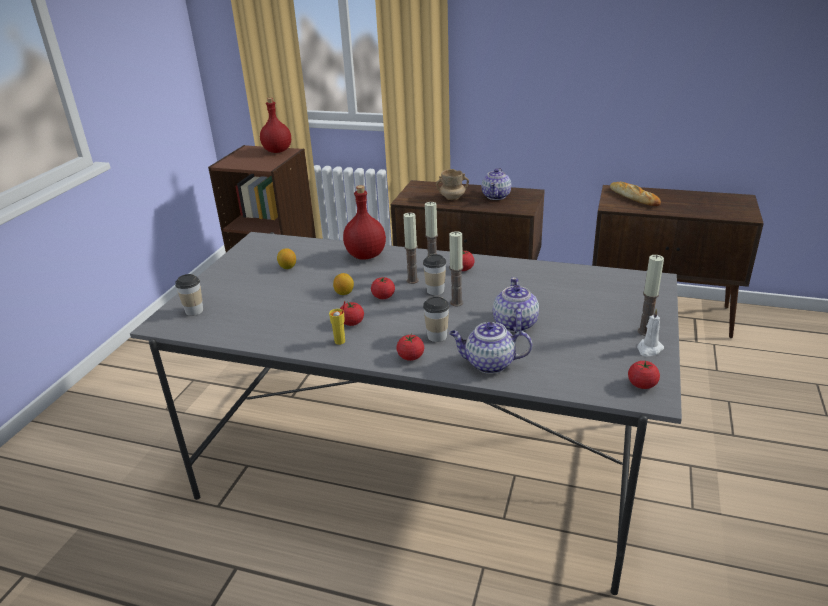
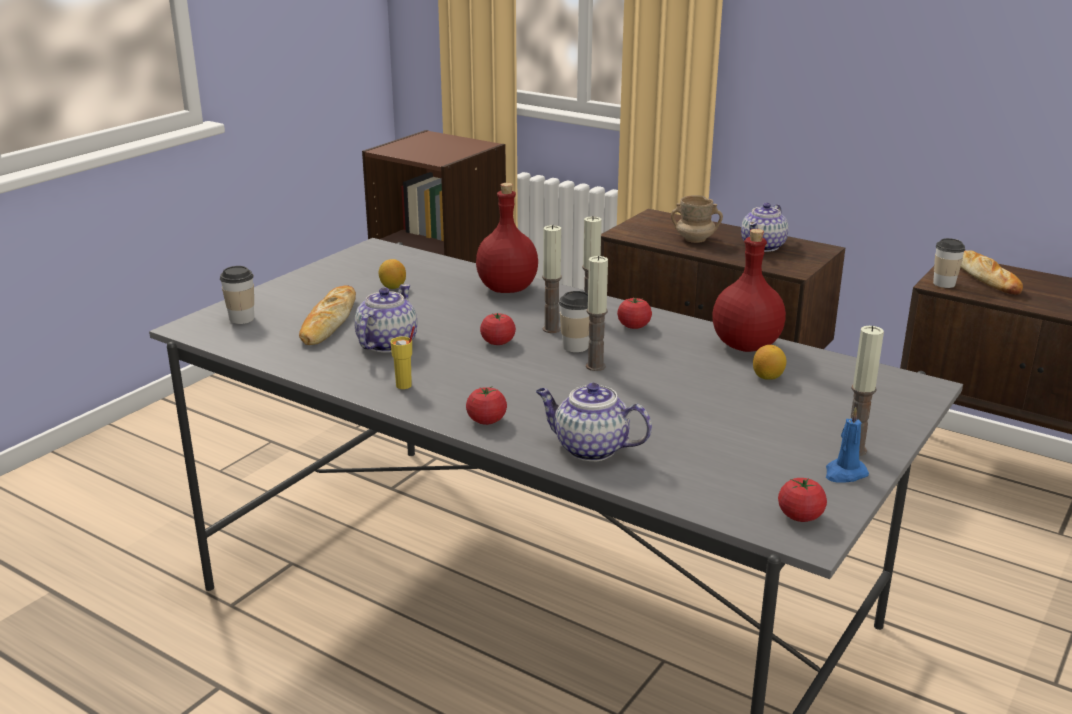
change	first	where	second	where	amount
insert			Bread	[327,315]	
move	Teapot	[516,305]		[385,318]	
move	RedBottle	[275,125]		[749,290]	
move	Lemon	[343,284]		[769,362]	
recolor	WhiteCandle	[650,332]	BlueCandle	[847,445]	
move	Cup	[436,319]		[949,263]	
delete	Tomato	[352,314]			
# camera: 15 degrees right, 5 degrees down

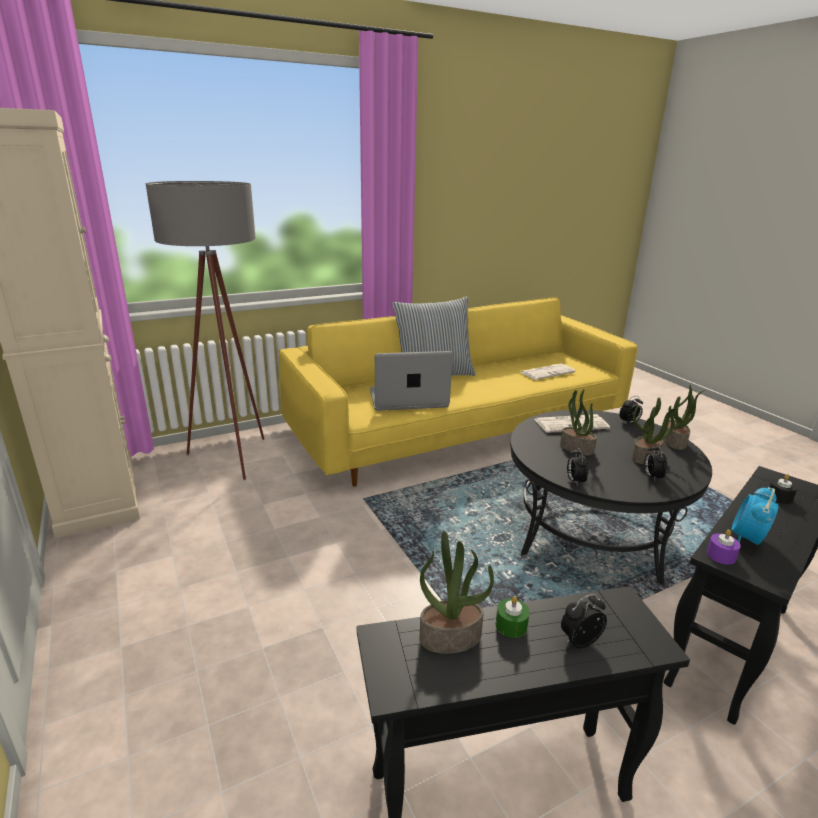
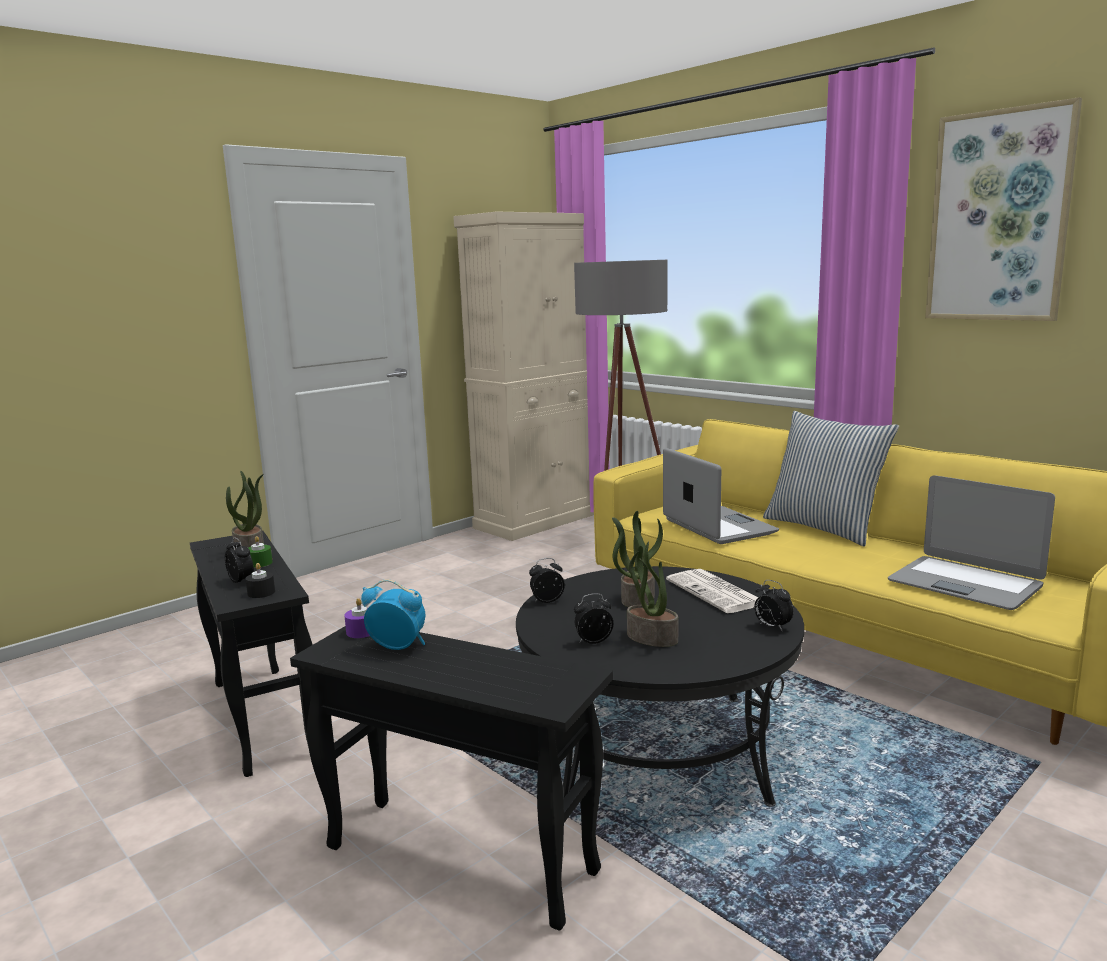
change	first	where	second	where	amount
move	BlackCandle	[783,489]		[260,580]	
replace	Newspaper	[548,372]	Laptop	[971,542]	
insert			Picture	[1003,209]	
delete	PottedPlant	[684,417]			
# camera: 75 degrees right, 10 degrees down

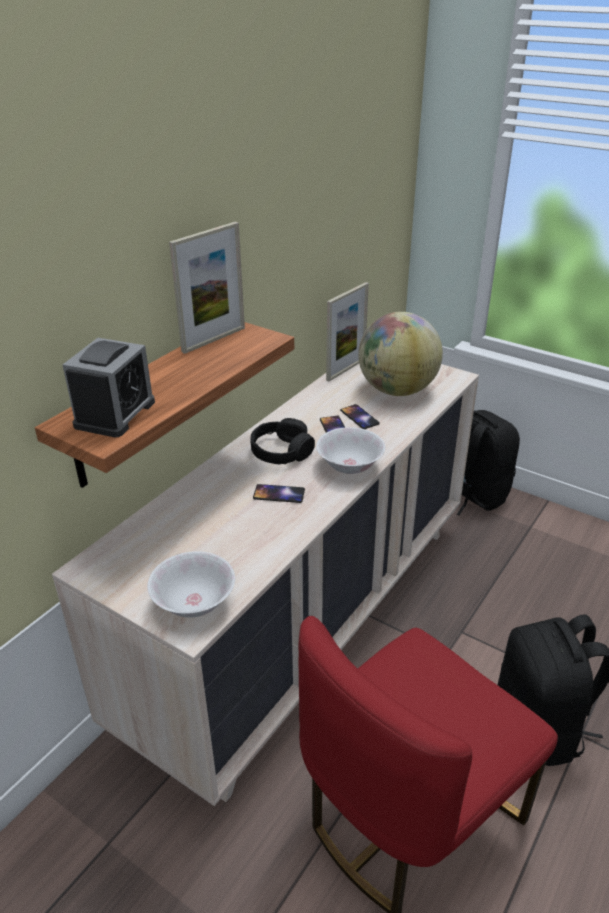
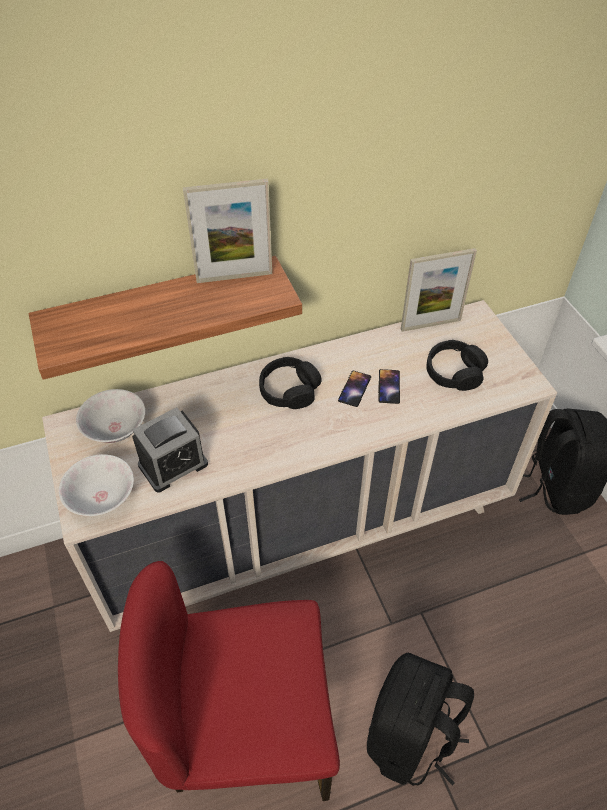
change	first	where	second	where	amount
move	WhiteBowl	[350,450]		[110,416]	
move	AlarmClock	[109,388]		[170,449]	
replace	Globe	[400,354]	BlackHeadphones	[457,365]	
delete	Phone	[279,493]			
# camera: 35 degrees right, 15 degrees up

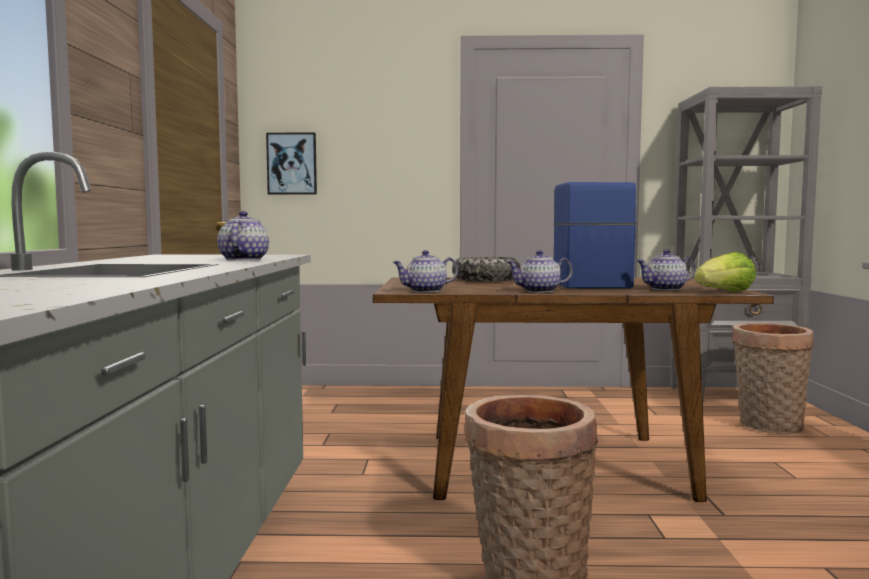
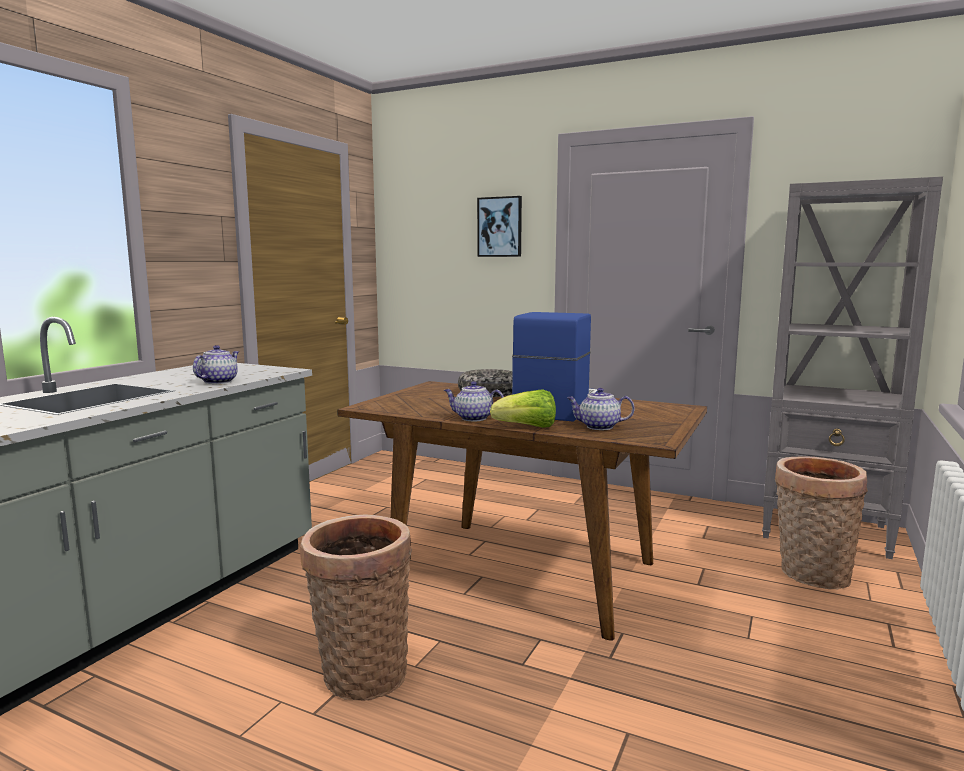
change	first	where	second	where	amount
move	Picture	[291,164]		[499,226]	
move	Lettuce	[725,272]		[523,408]	
delete	Teapot	[425,271]			
# camera: 25 degrees right, 5 degrees up

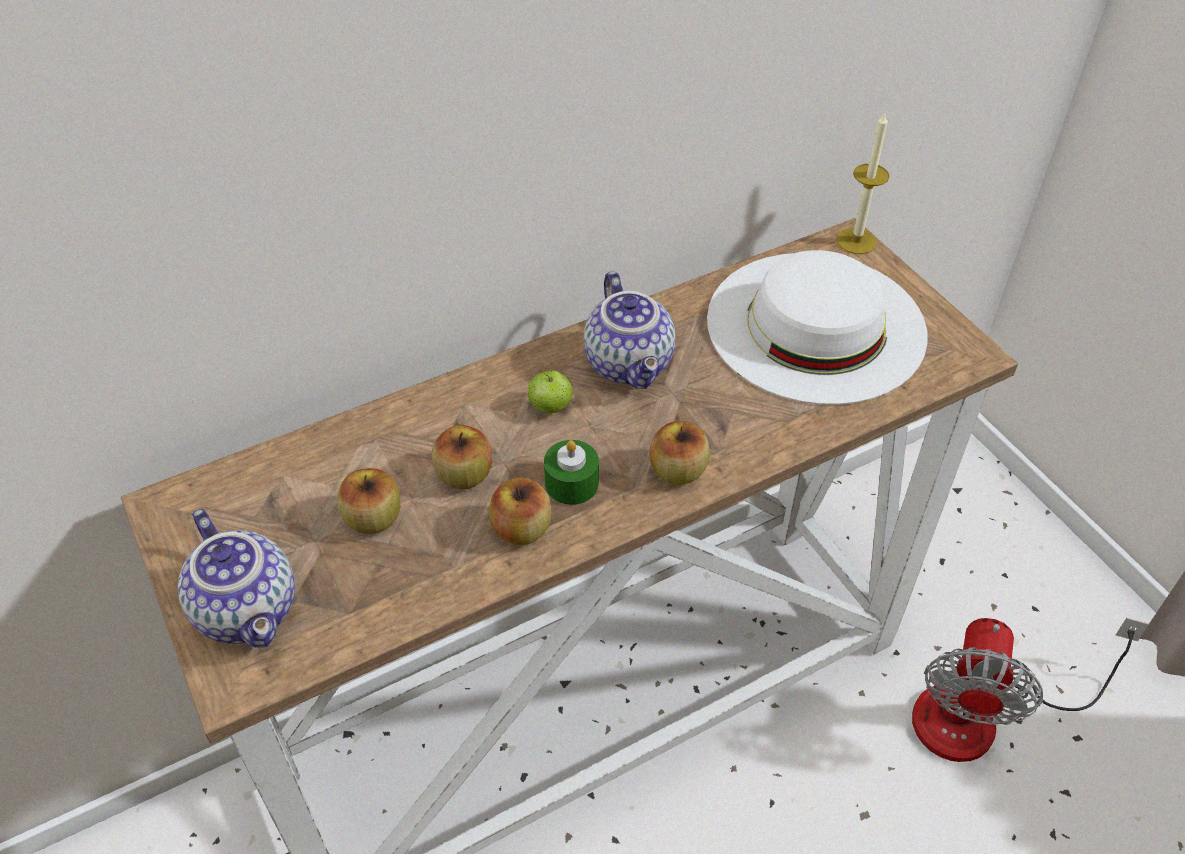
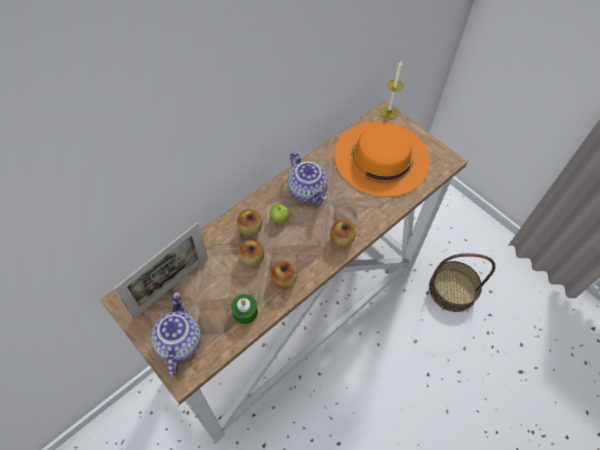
change	first	where	second	where	amount
insert			PictureFrame	[160,270]	
rotate	Teapot	[236,578]		[176,334]	135 degrees counterclockwise
move	GreenCandle	[571,472]		[244,309]	
move	Apple	[369,501]		[249,222]	
recolor	WhiteHat	[817,327]	OrangeHat	[382,159]	
replace	Fan	[1030,690]	Basket	[462,282]	
# camera: 15 degrees left, 10 degrees up

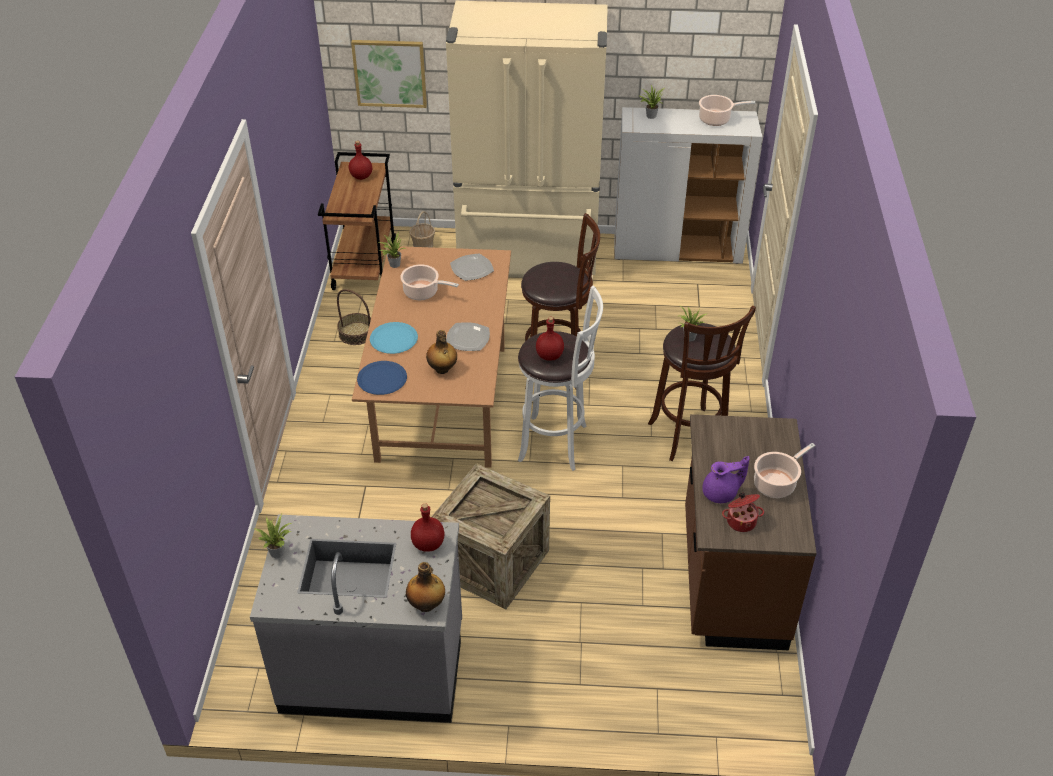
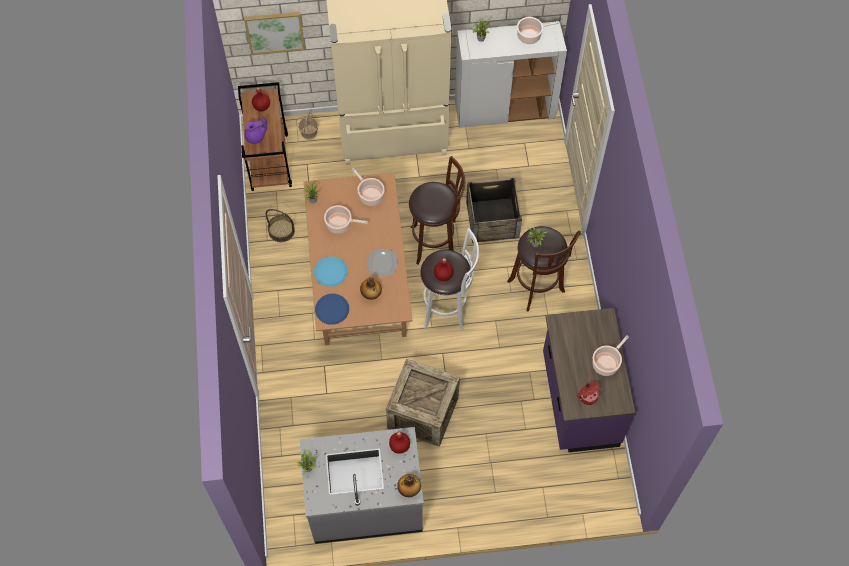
change	first	where	second	where	amount
move	PurpleTeapot	[726,479]		[255,130]	
replace	Plate	[472,267]	CookingPot	[368,187]	
insert			Crate	[494,210]	
recolor	BrownCounter	[751,532]	PurpleCounter	[589,380]	
# camera: 10 degrees left, 20 degrees up

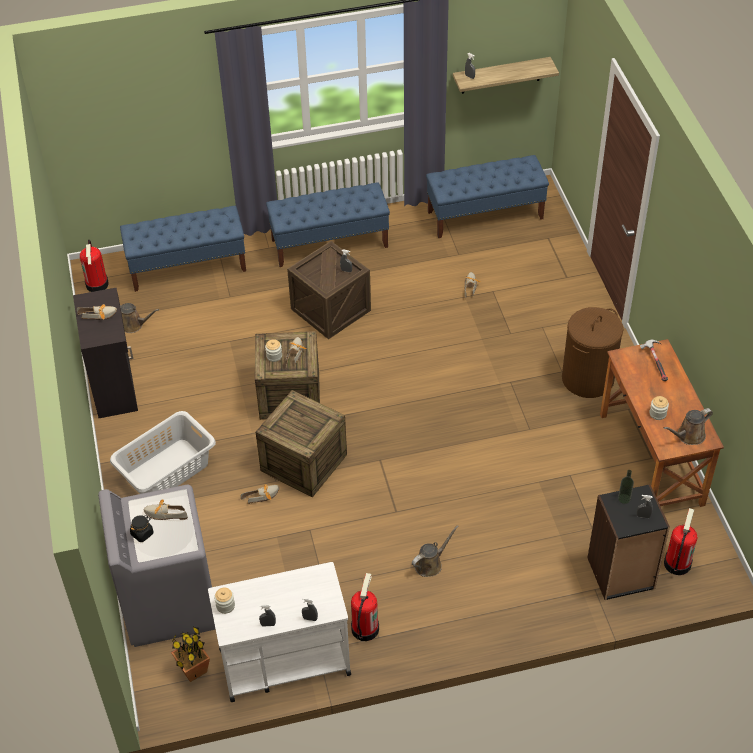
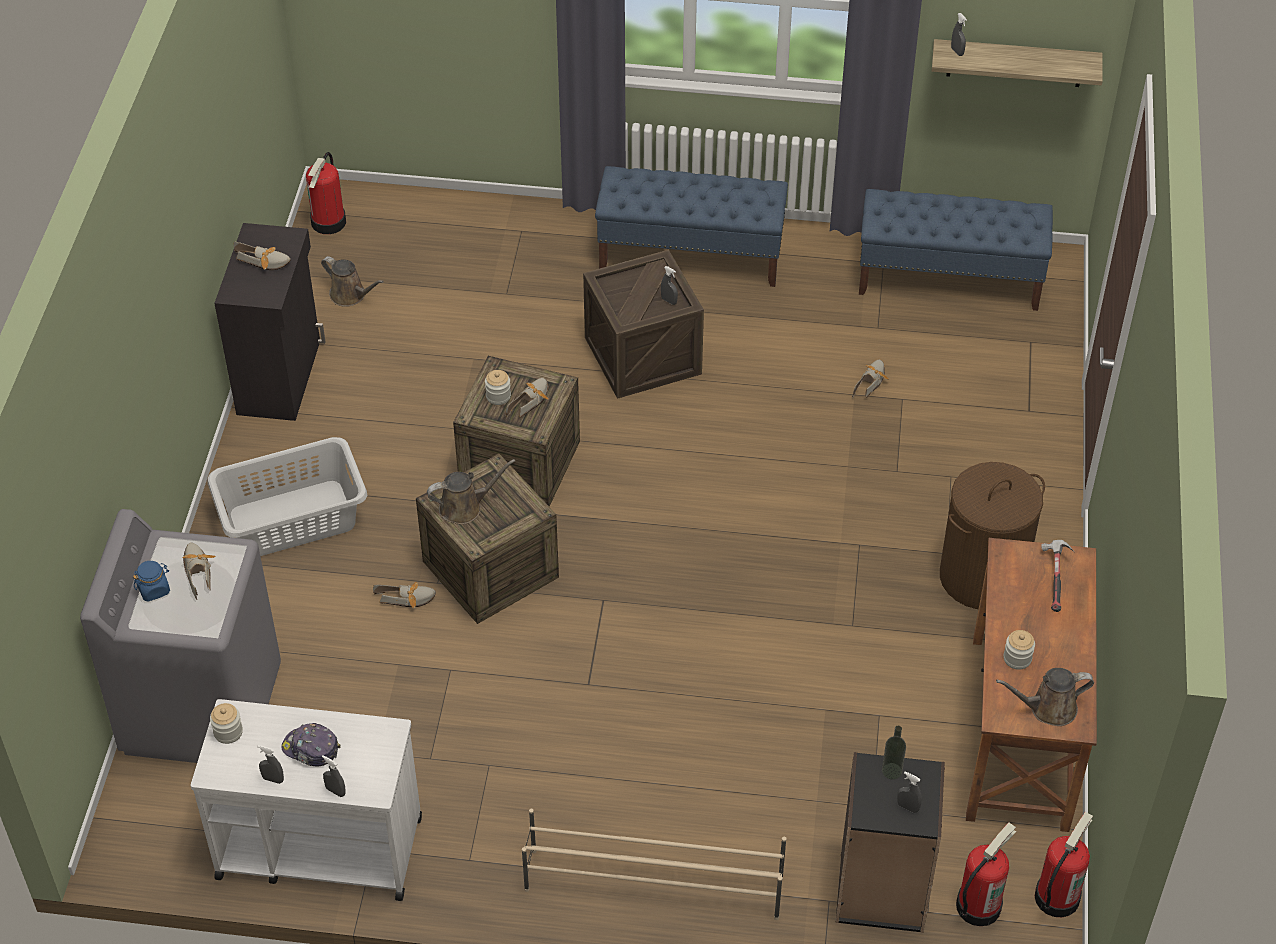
change	first	where	second	where	amount
recolor	BlackJar	[141,528]	BlueJar	[151,581]	
rotate	Shoe	[166,509]		[199,572]	45 degrees clockwise
insert			Cap	[311,745]	
move	BrownWateringCan	[435,551]		[471,491]	
insert			BeigeShoeRack	[654,864]	
move	FireExtinguisher	[365,607]		[1064,864]	
delete	BlueBench	[183,249]			
delete	PottedPlant	[190,654]			
# camera: 20 degrees right, 0 degrees up

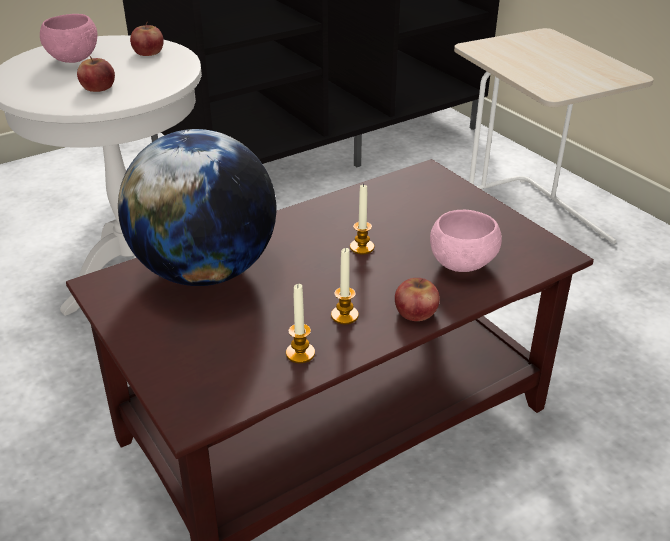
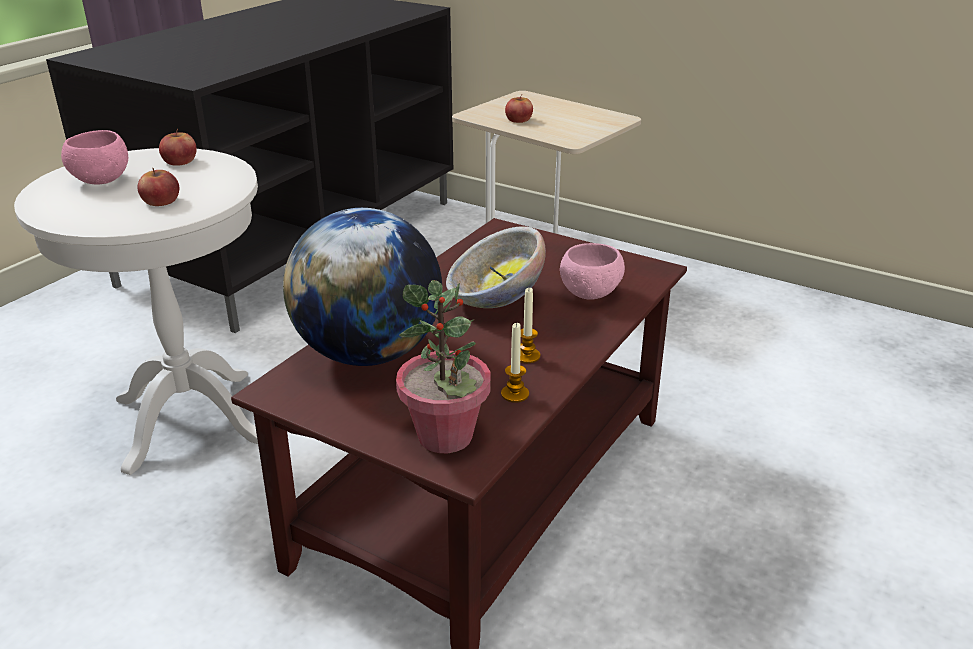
change	first	where	second	where	amount
insert			PottedPlant	[443,366]	
replace	Candle	[362,218]	Bowl	[496,267]	
move	Apple	[417,299]		[519,109]	
# camera: 25 degrees left, 5 degrees down

